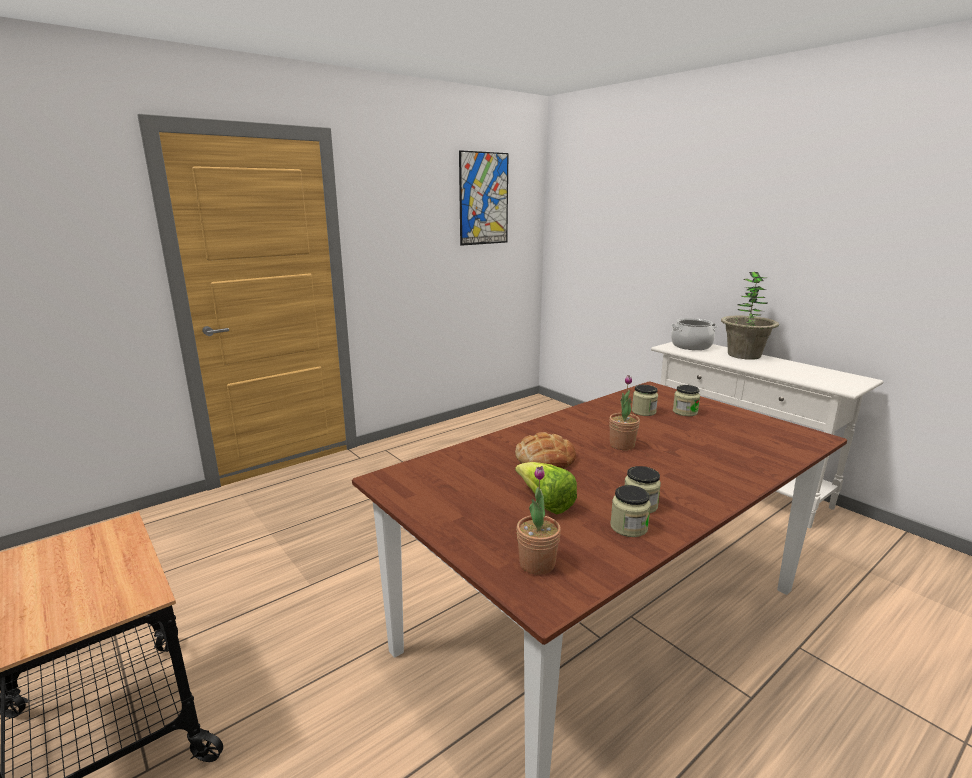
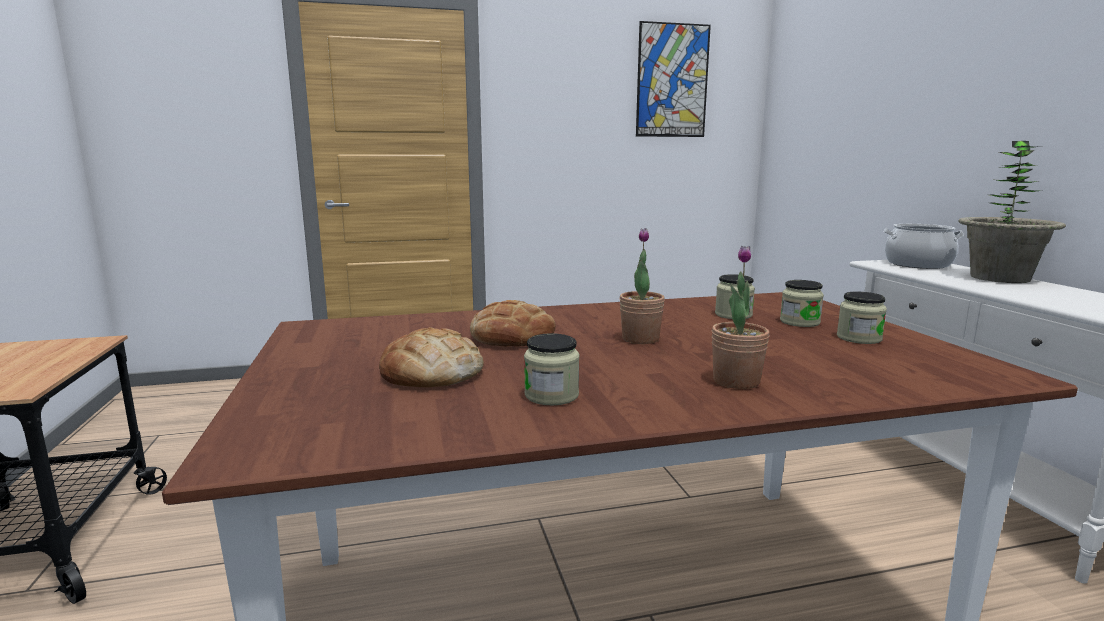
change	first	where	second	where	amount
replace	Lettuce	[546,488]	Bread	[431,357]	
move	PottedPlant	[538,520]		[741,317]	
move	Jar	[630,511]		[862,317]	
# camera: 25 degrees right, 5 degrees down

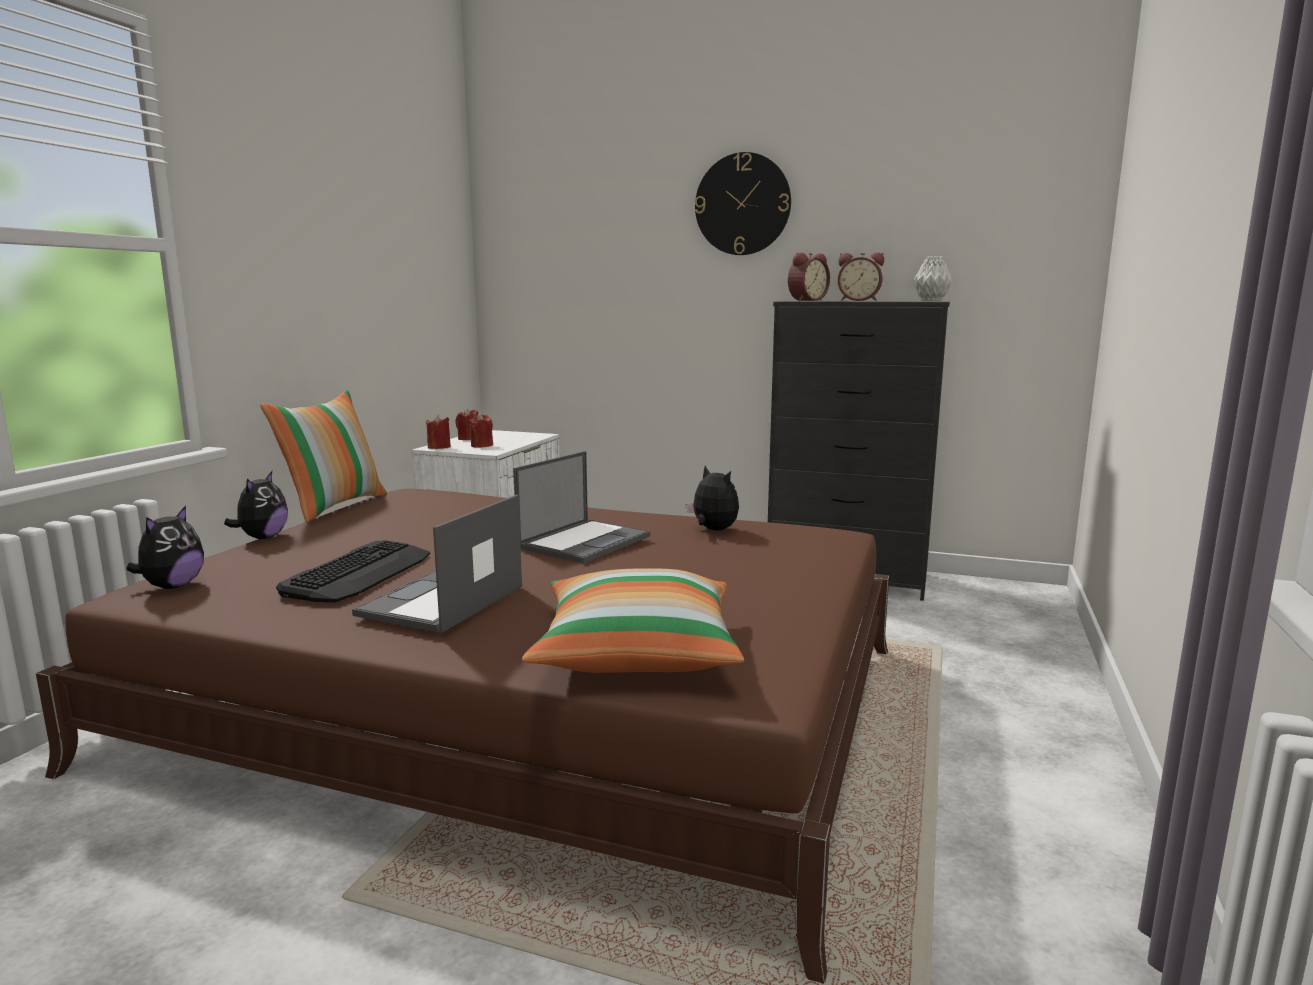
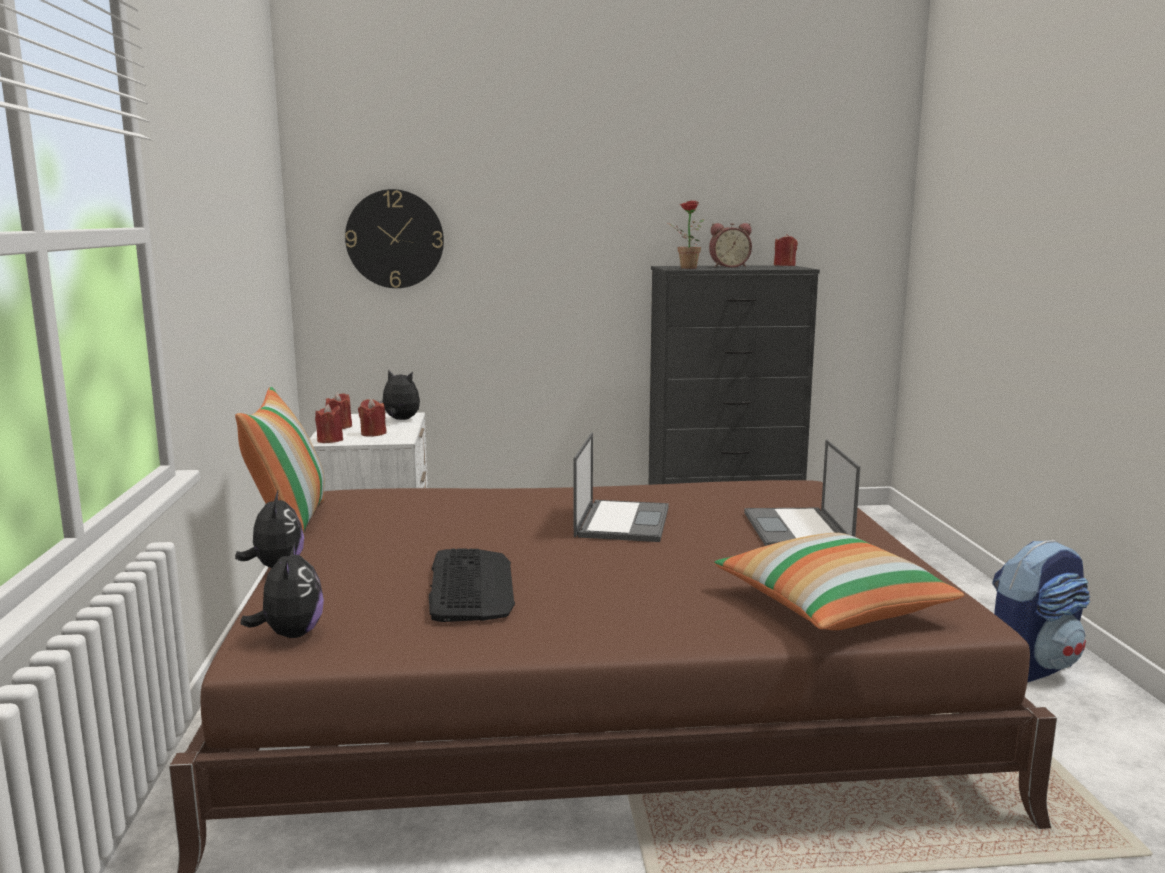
change	first	where	second	where	amount
move	WallClock	[743,203]		[394,238]	
move	PlushToy	[712,498]		[399,395]	
replace	AlarmClock	[809,276]	PottedPlant	[686,234]	
move	Laptop	[437,564]		[802,492]	
replace	GreyVase	[933,278]	RedCandle	[786,250]	
insert			Backpack	[1041,611]	
# camera: 25 degrees left, 0 degrees up

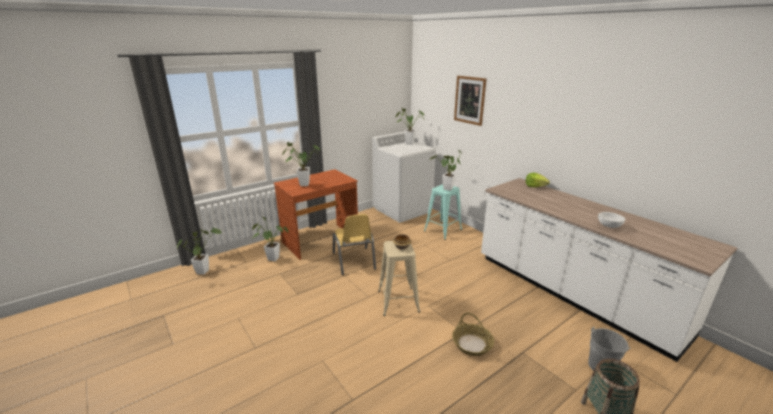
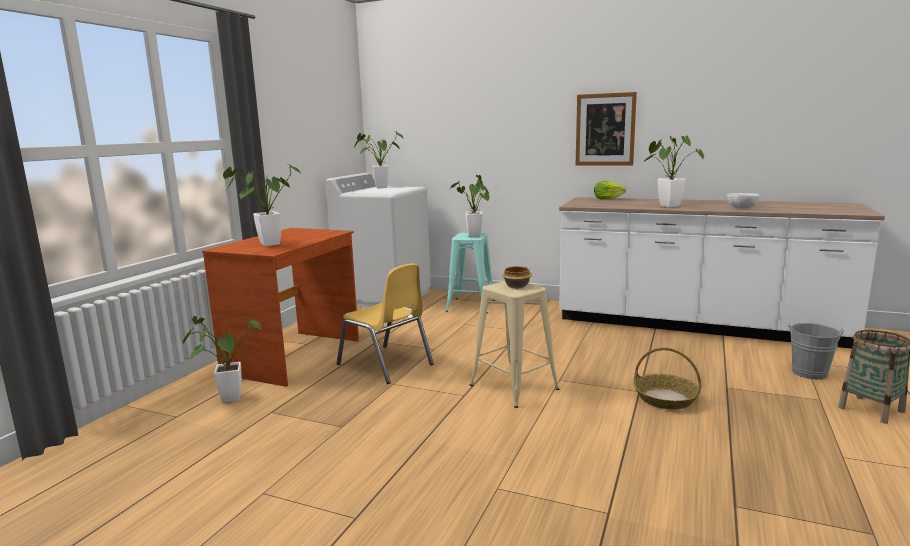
change	first	where	second	where	amount
move	Picture	[470,101]		[606,128]	
move	PottedPlant	[199,251]		[674,172]	
# camera: 30 degrees left, 10 degrees down

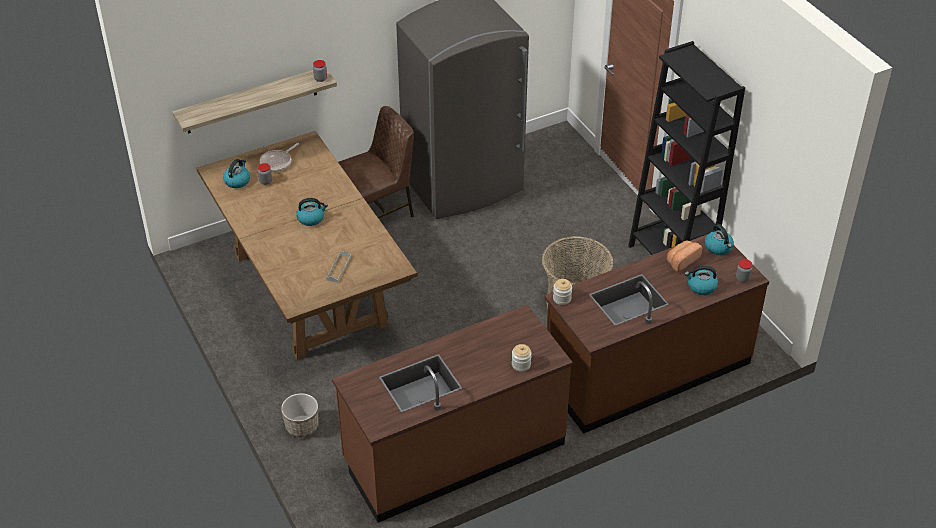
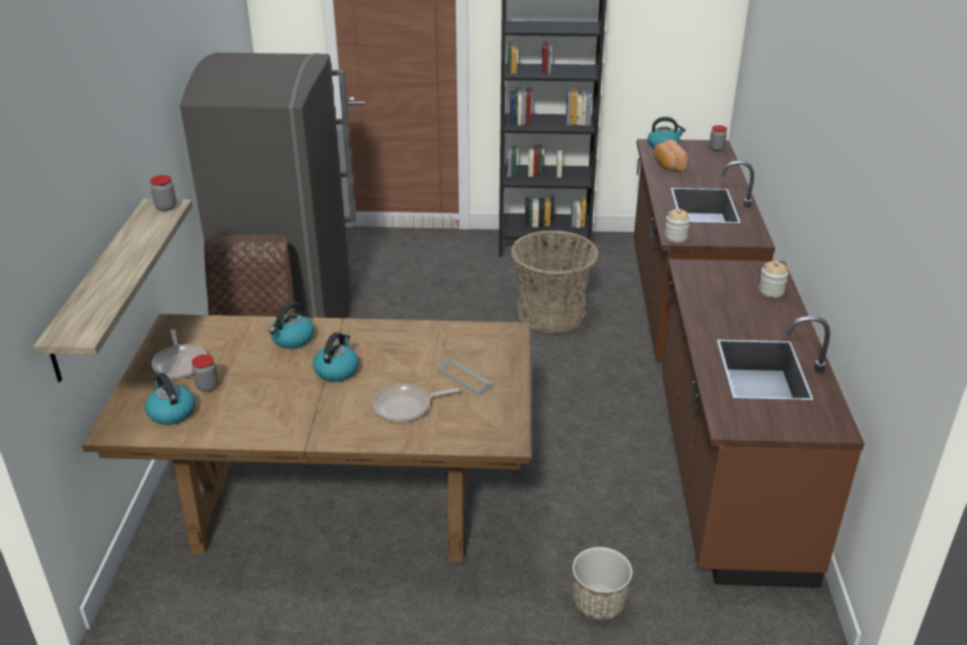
change	first	where	second	where	amount
move	Kettle	[701,280]		[291,325]	
insert			FryingPan	[416,403]	
# camera: 60 degrees left, 10 degrees down

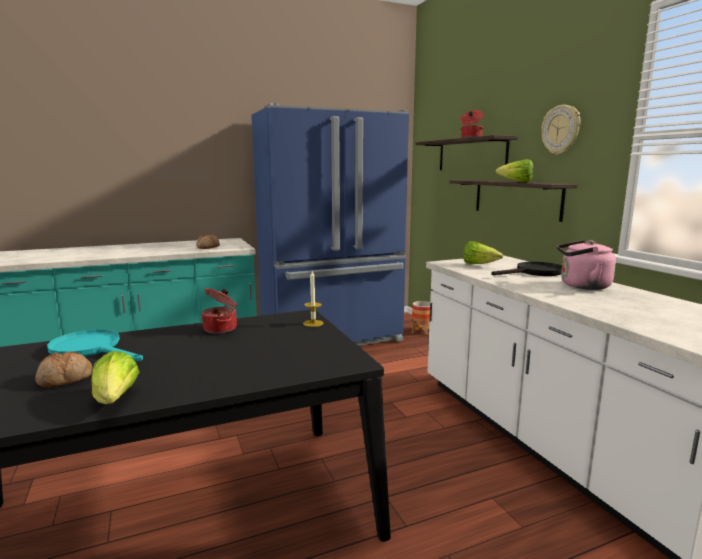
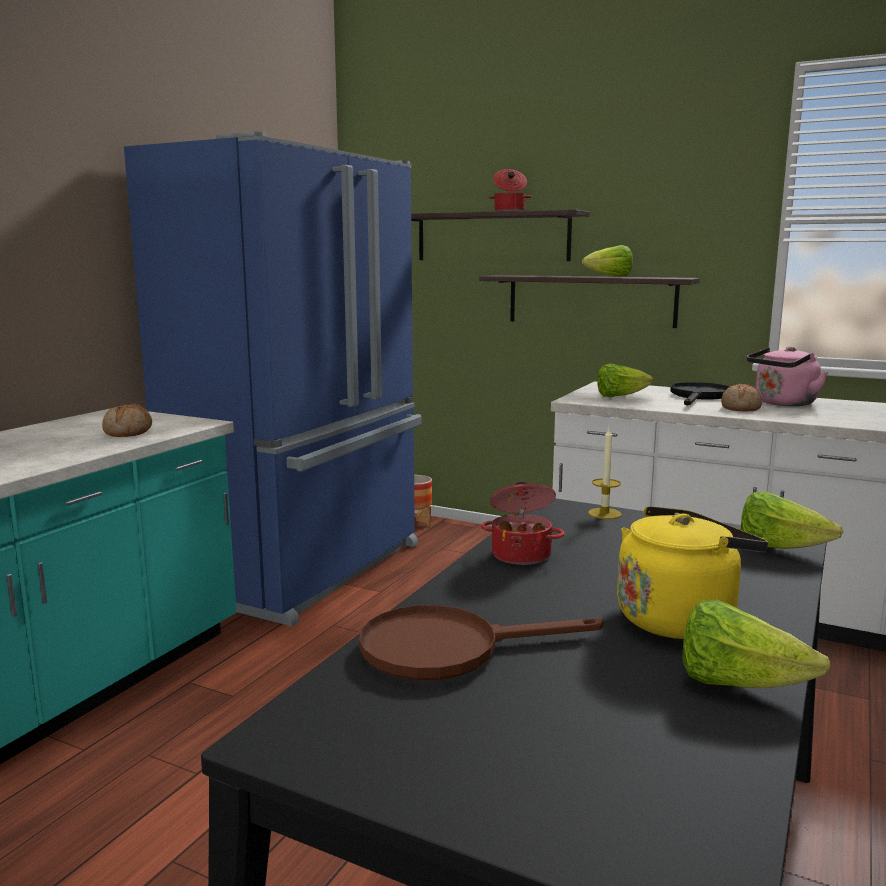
change	first	where	second	where	amount
recolor	TurquoiseFryingPan	[95,345]	BrownFryingPan	[481,642]	
insert			YellowKettle	[692,572]	
move	Bread	[63,369]		[741,397]	
insert			Lettuce	[792,520]	
delete	WallClock	[560,130]			
# camera: 40 degrees left, 0 degrees up

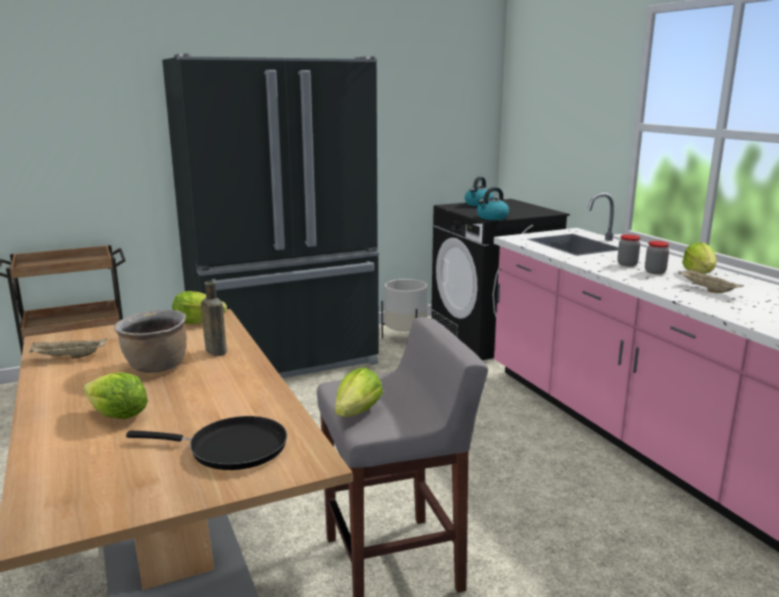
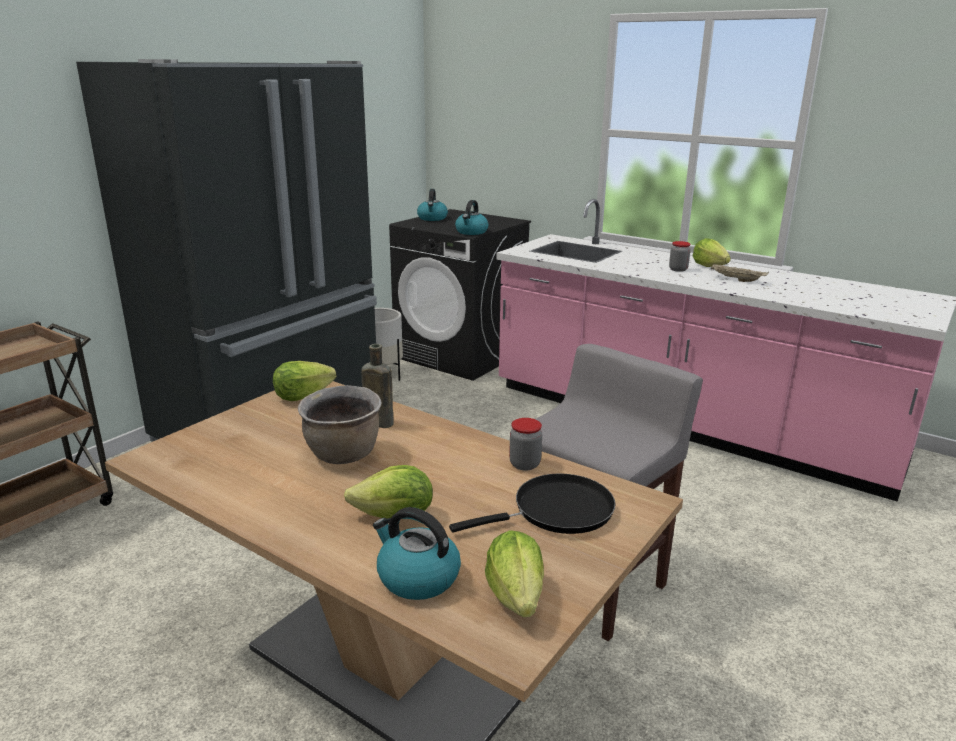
change	first	where	second	where	amount
insert			Kettle	[417,553]	
move	Lettuce	[359,392]		[514,573]	
move	Jar	[628,251]		[525,444]	
delete	BeigeTray	[68,348]			
# camera: 30 degrees left, 5 degrees up

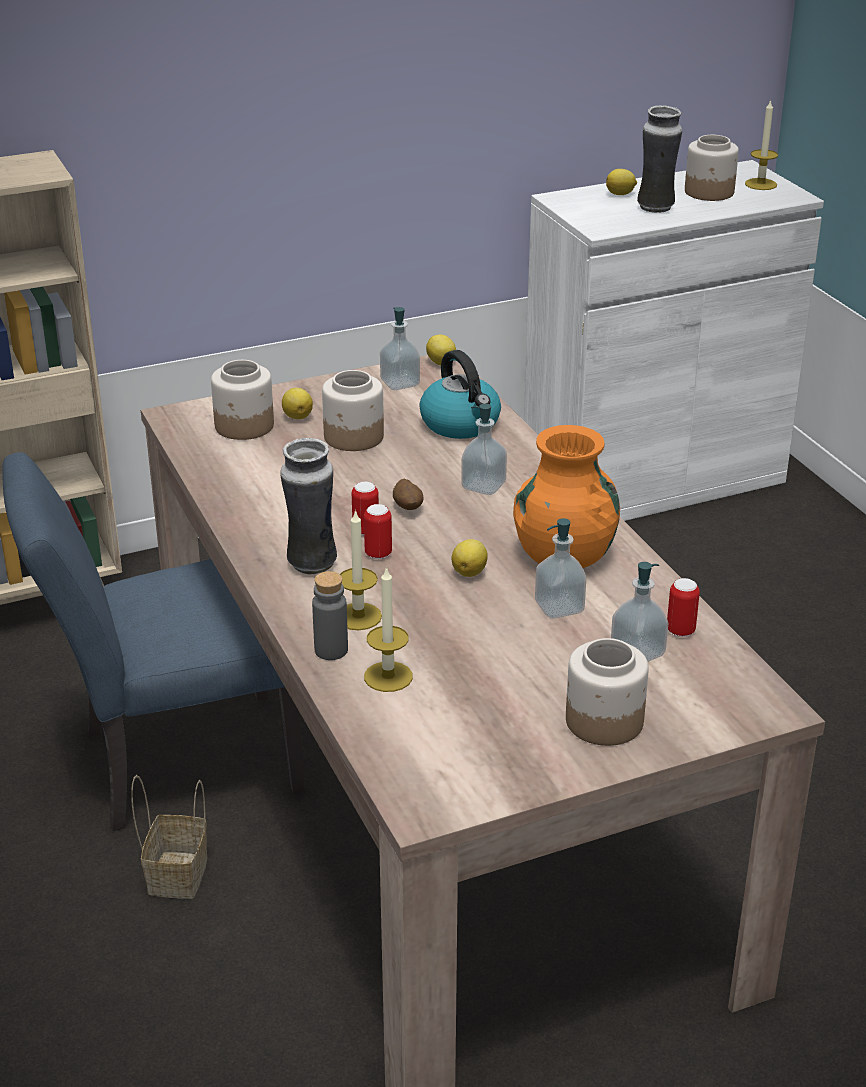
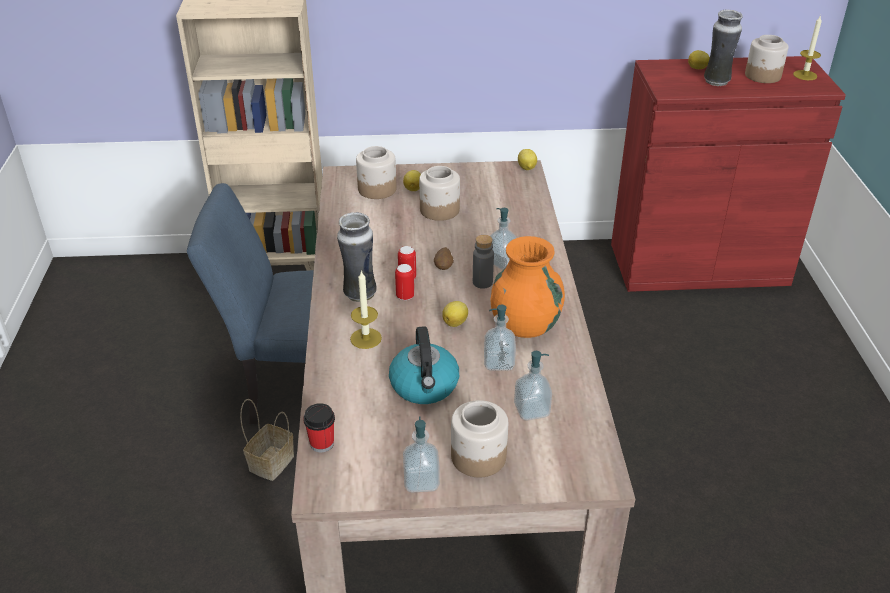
change	first	where	second	where	amount
insert			Cup	[319,427]	
move	Kettle	[460,394]		[424,365]	
move	SoapDispenser	[400,348]		[421,455]	
move	GreyBottle	[330,615]		[483,262]	
recolor	WhiteCabinet	[674,340]	RedCabinet	[728,174]	
delete	Candle	[388,629]			
delete	Can	[683,607]			
# camera: 20 degrees right, 5 degrees up

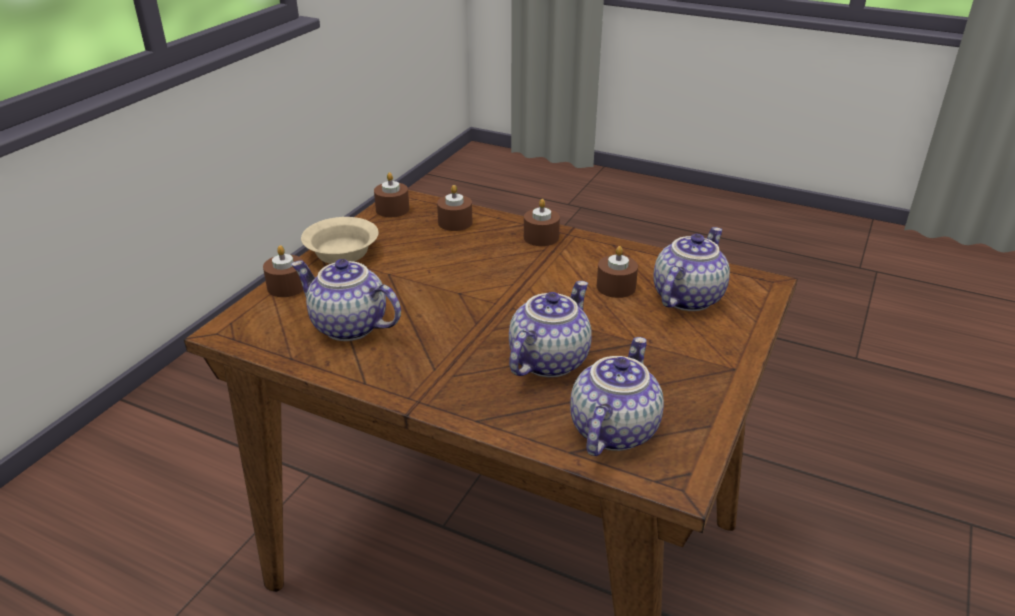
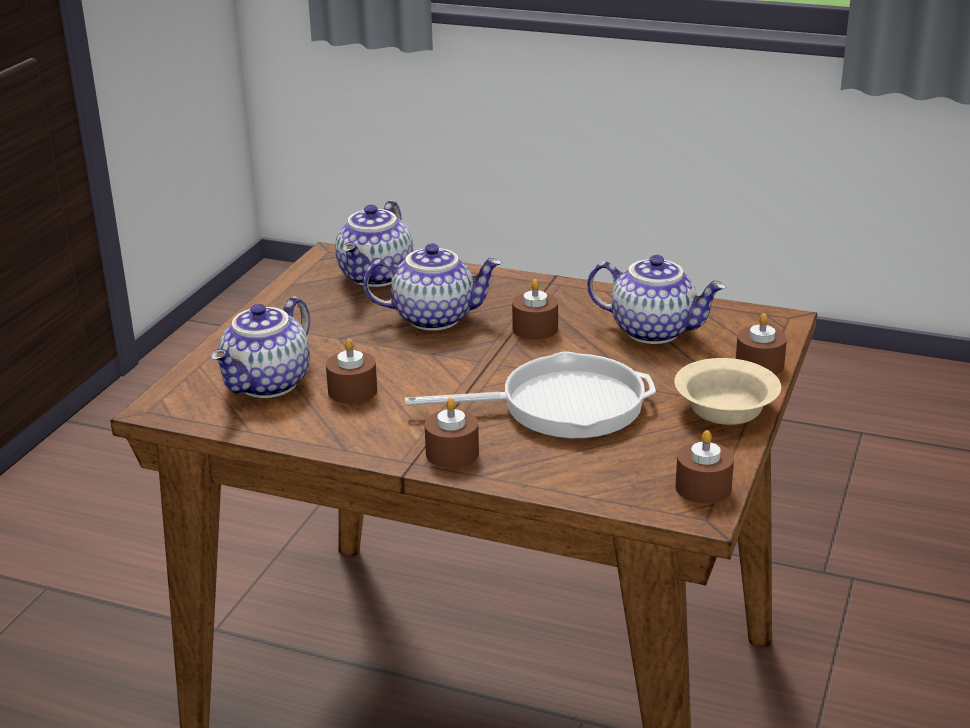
change	first	where	second	where	amount
rotate	Teapot	[550,329]		[432,287]	120 degrees counterclockwise
insert			FryingPan	[530,395]	
move	BrownCandle	[454,208]		[535,309]	
# camera: 175 degrees right, 5 degrees down

